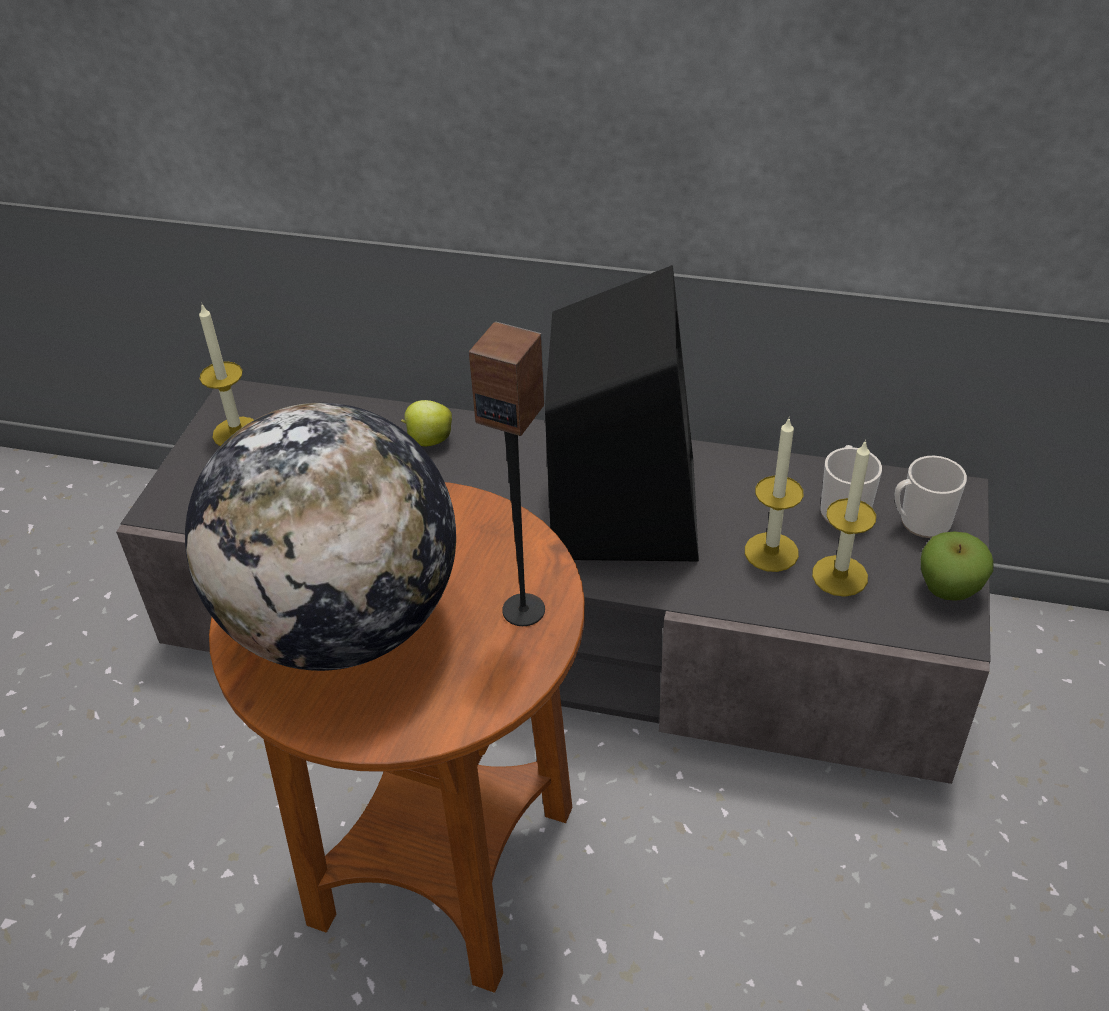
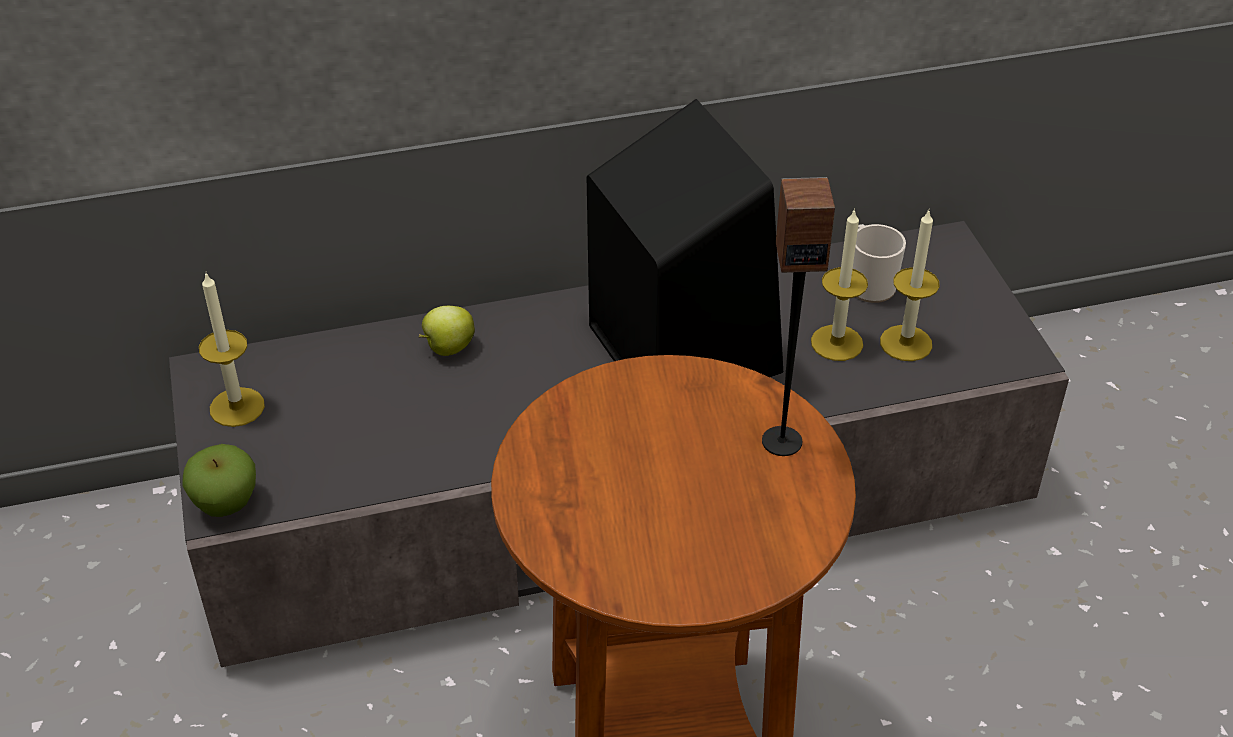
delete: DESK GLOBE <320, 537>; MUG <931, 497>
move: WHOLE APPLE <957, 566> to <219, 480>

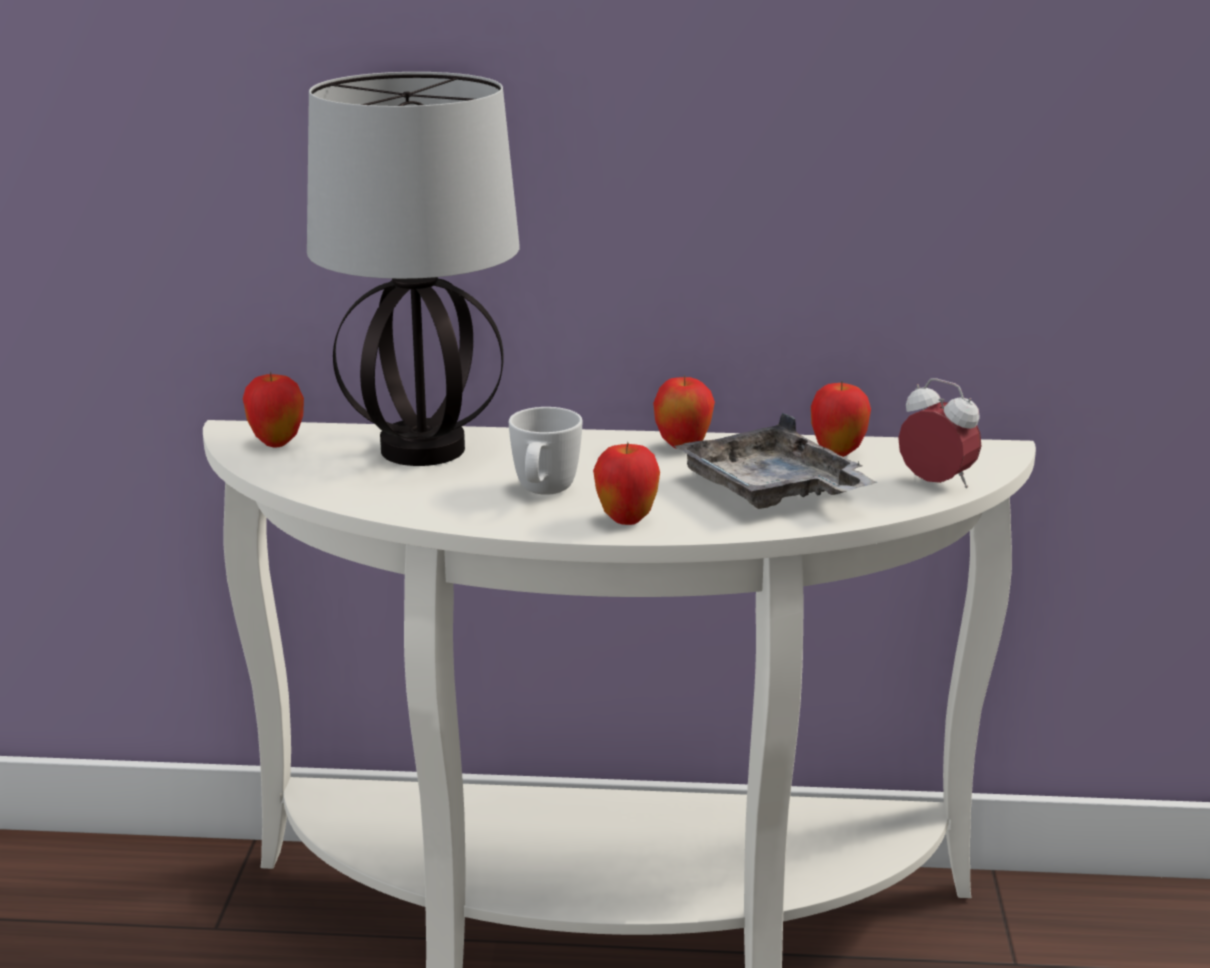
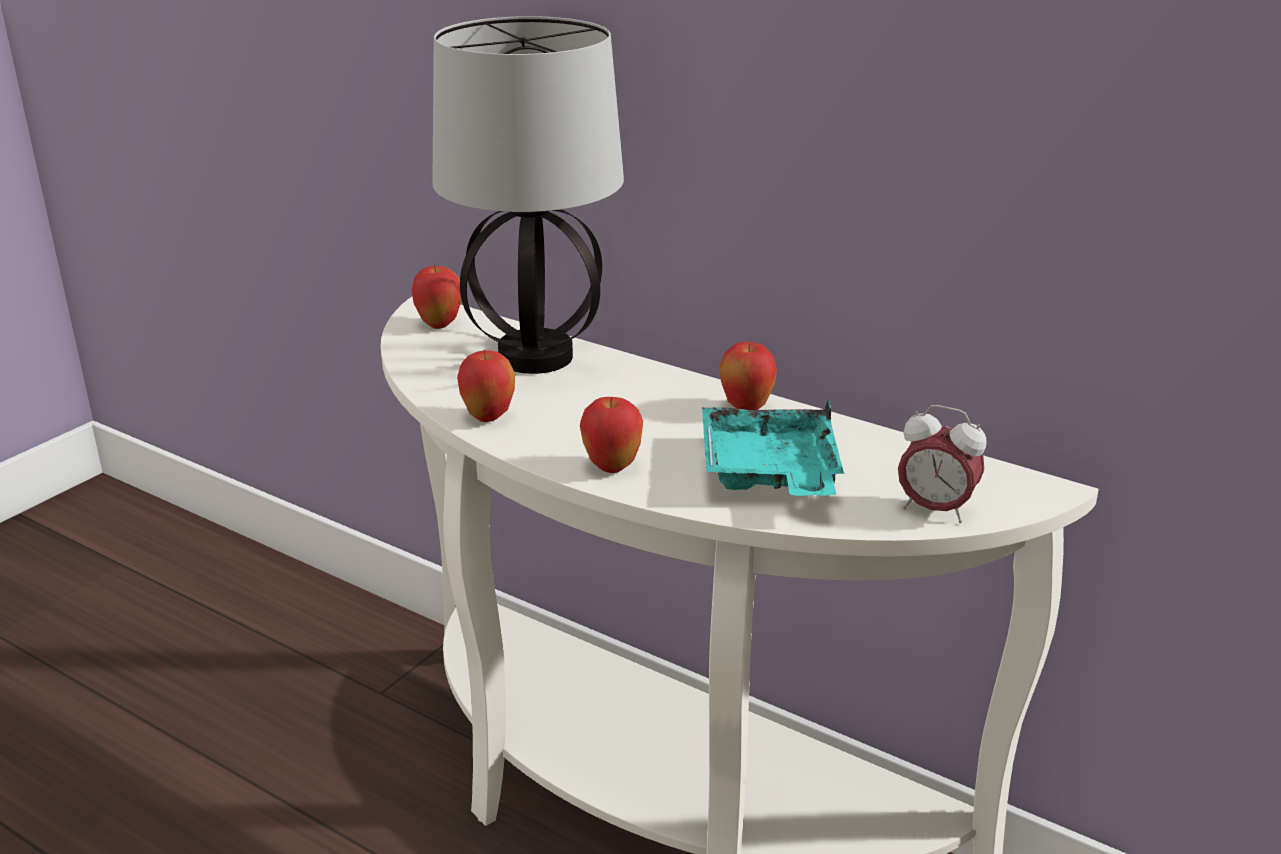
delete: WHITE-COLOURED MUG <546, 451>
move: WHOLE APPLE <841, 418> to <486, 386>
recolor: GREY CARRYING TRAY <775, 461> to BLUE-GREEN CARRYING TRAY <773, 447>
rotate: TABLE CLOCK <939, 433> = <942, 464> 135 degrees clockwise

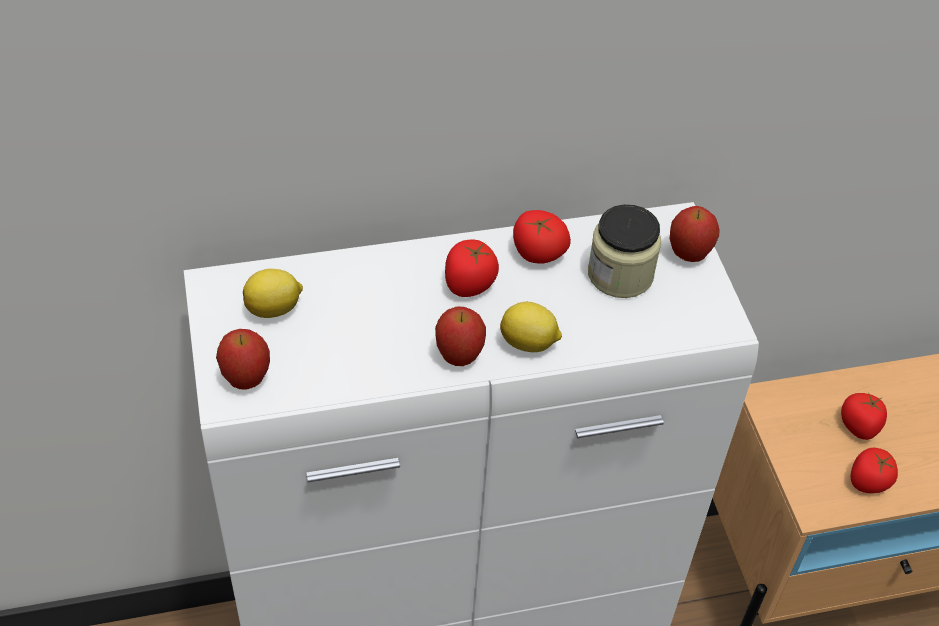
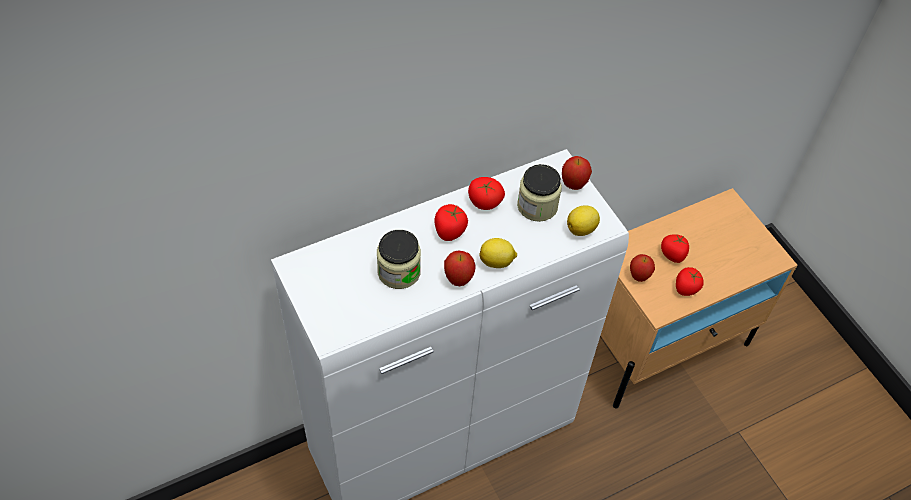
insert: PRESERVE JAR <399, 259>
move: LEMON <273, 293> to <583, 220>; WHOLE APPLE <243, 359> to <642, 268>

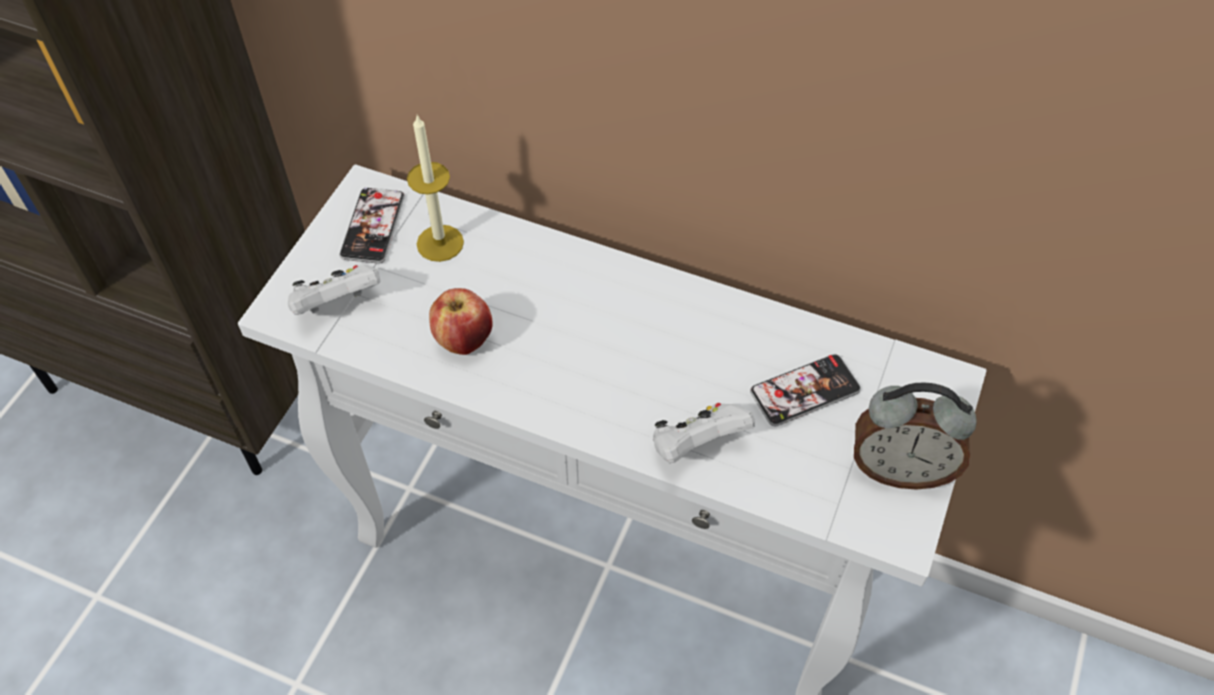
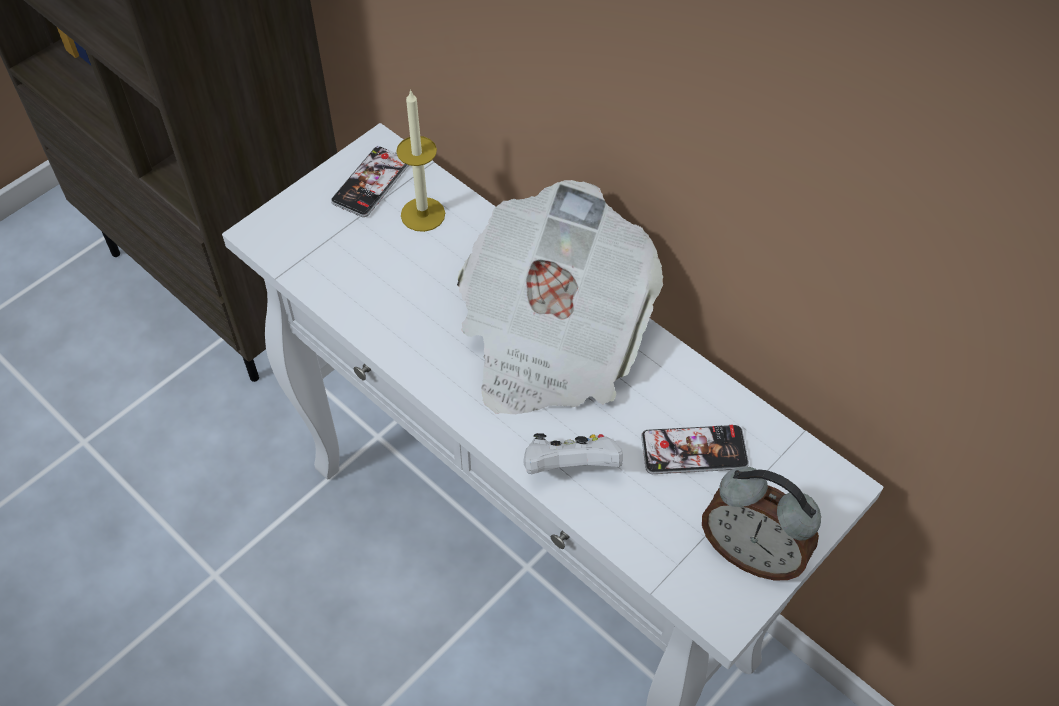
delete: WHITE-COLOURED GAME CONTROLLER <334, 290>; WHOLE APPLE <461, 321>
insert: PRINTED PAPER <560, 297>

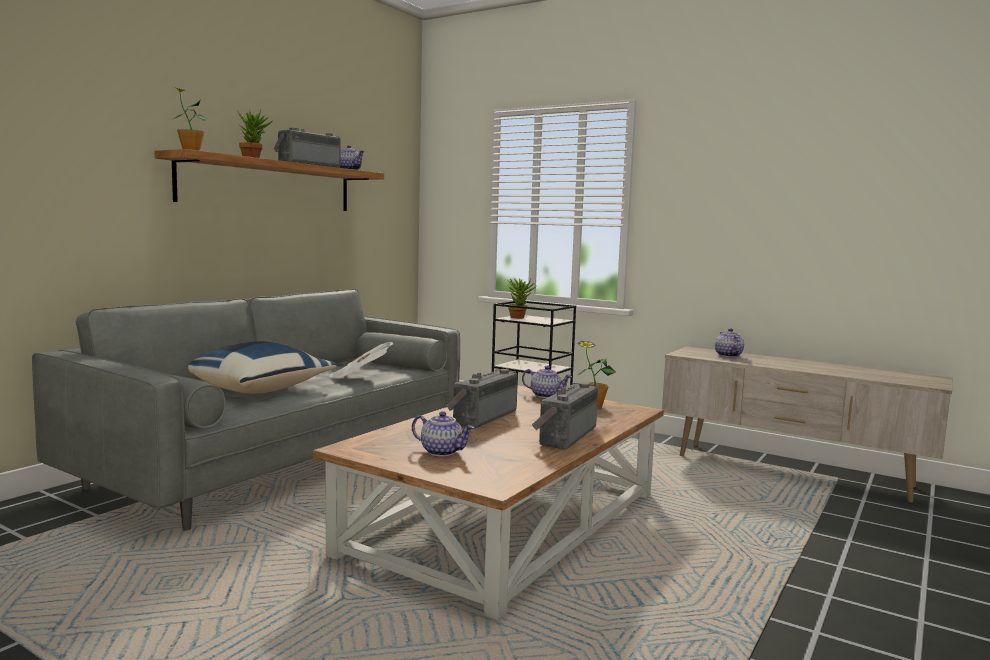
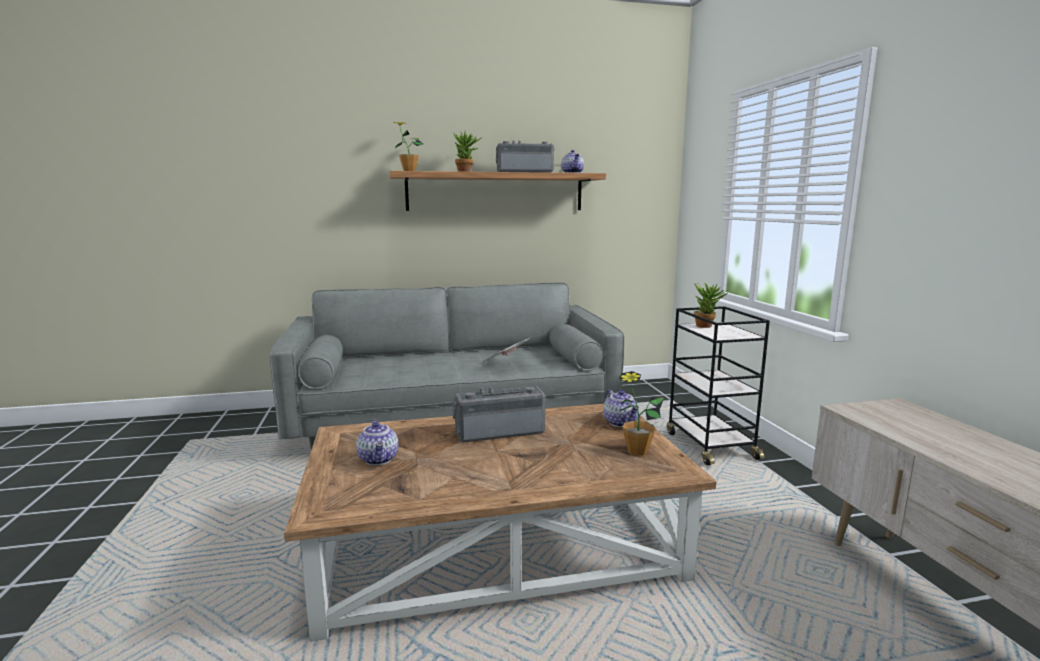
delete: BLUISH CUSHION <262, 367>; RADIO RECEIVER <565, 415>; TEA POT <729, 342>

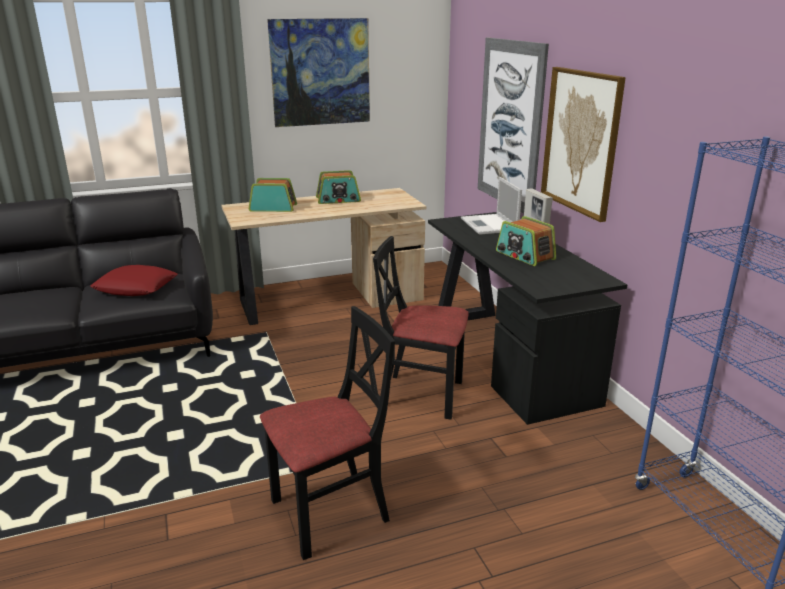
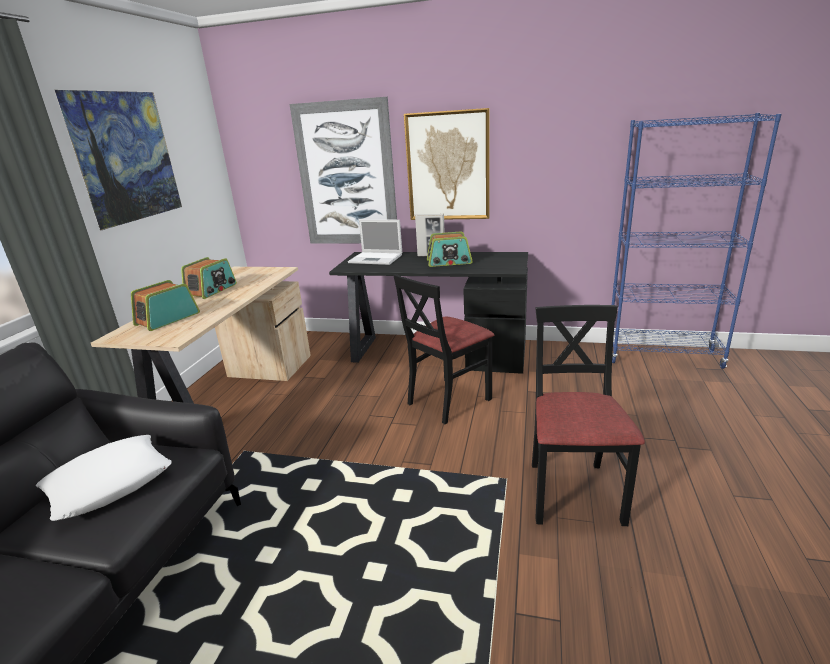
recolor: RED CUSHION <134, 280> to WHITE-COLOURED CUSHION <104, 478>

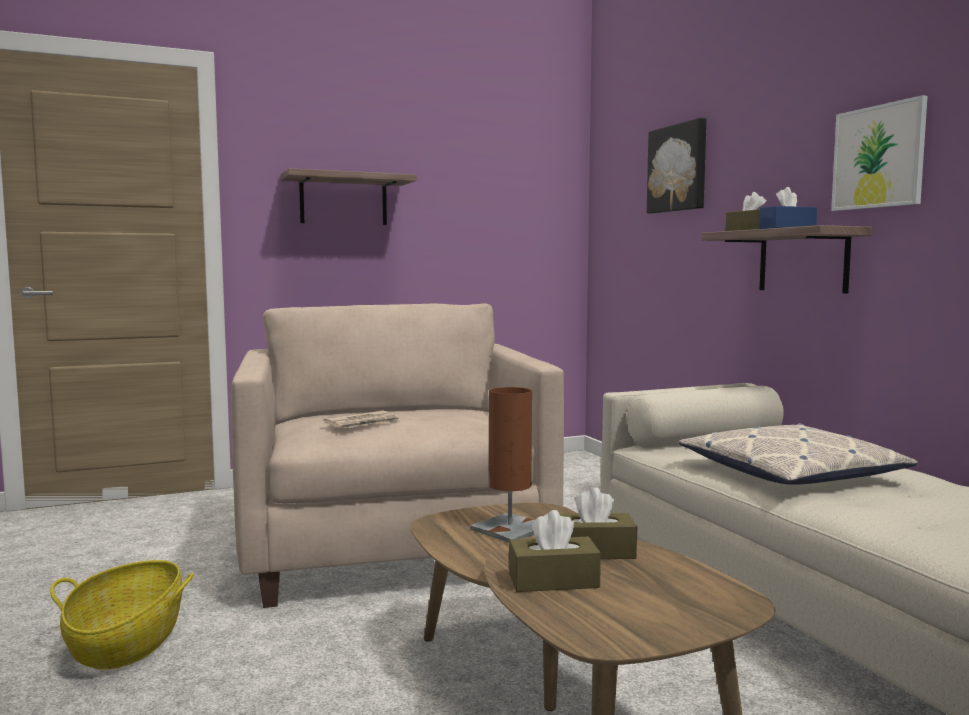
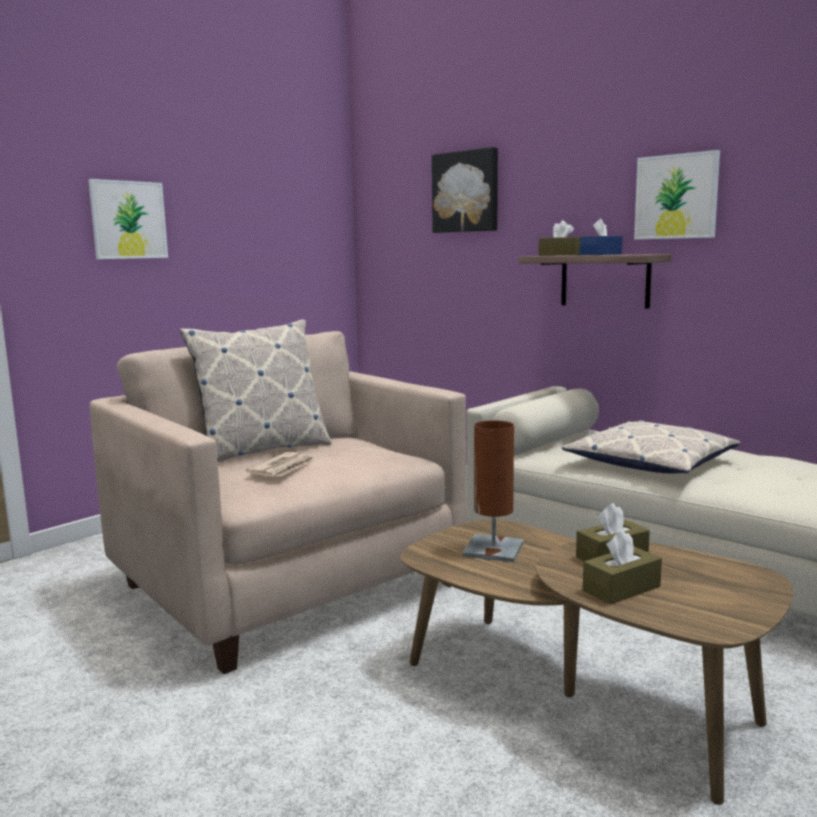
delete: BASKET <122, 615>
insert: CUSHION <255, 390>
replace: SHELF <349, 196> to WALL PICTURE <128, 219>

